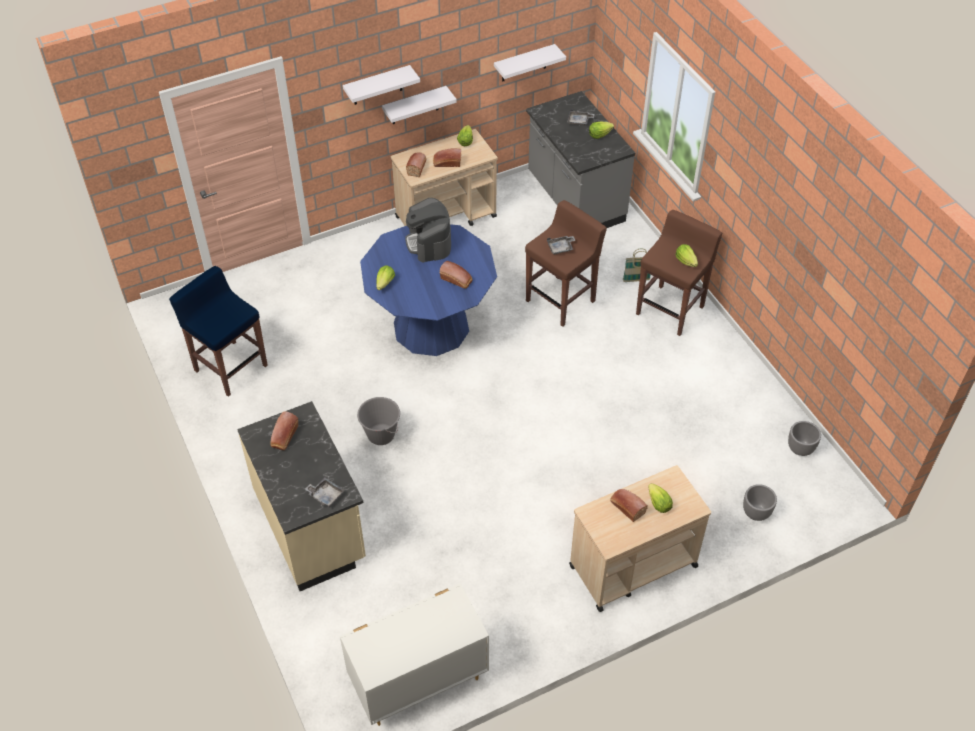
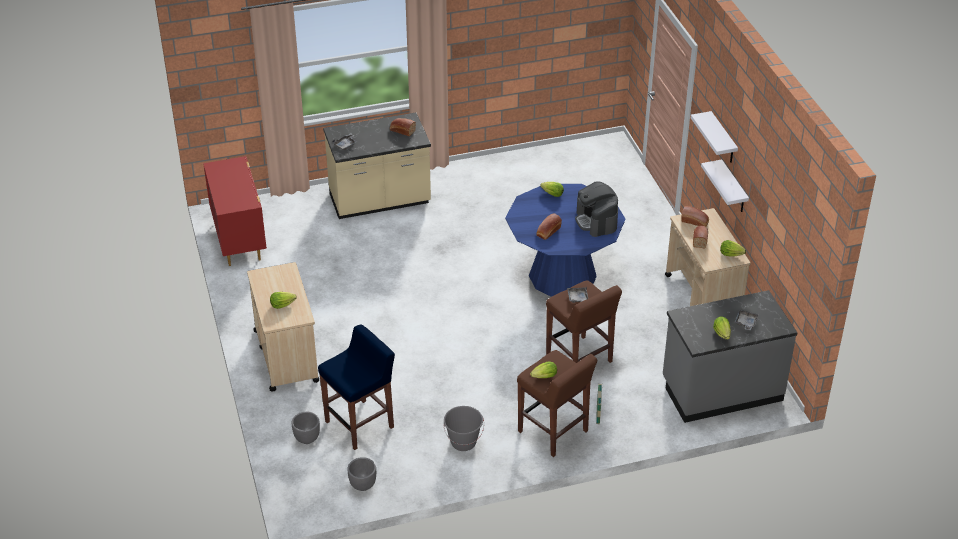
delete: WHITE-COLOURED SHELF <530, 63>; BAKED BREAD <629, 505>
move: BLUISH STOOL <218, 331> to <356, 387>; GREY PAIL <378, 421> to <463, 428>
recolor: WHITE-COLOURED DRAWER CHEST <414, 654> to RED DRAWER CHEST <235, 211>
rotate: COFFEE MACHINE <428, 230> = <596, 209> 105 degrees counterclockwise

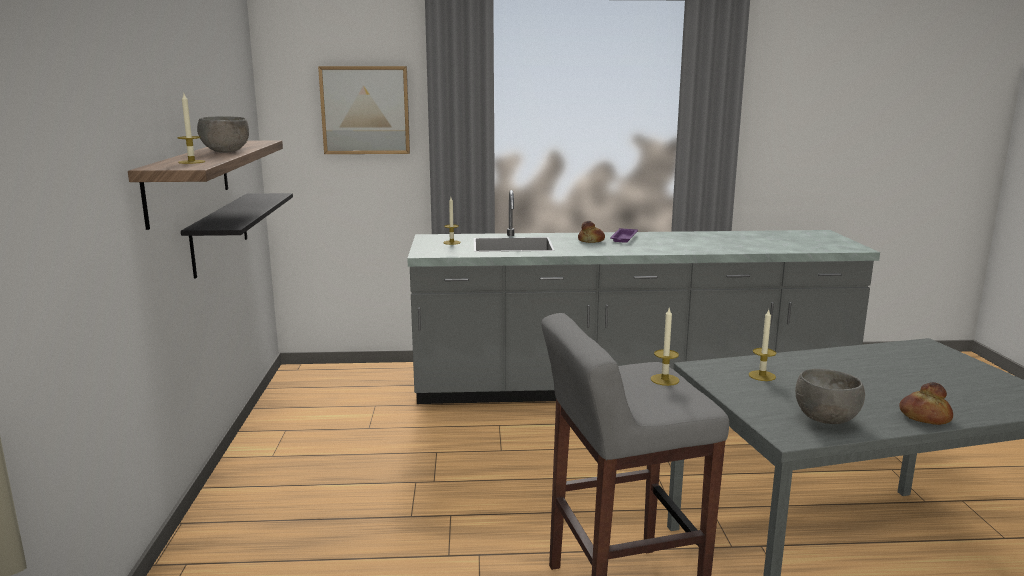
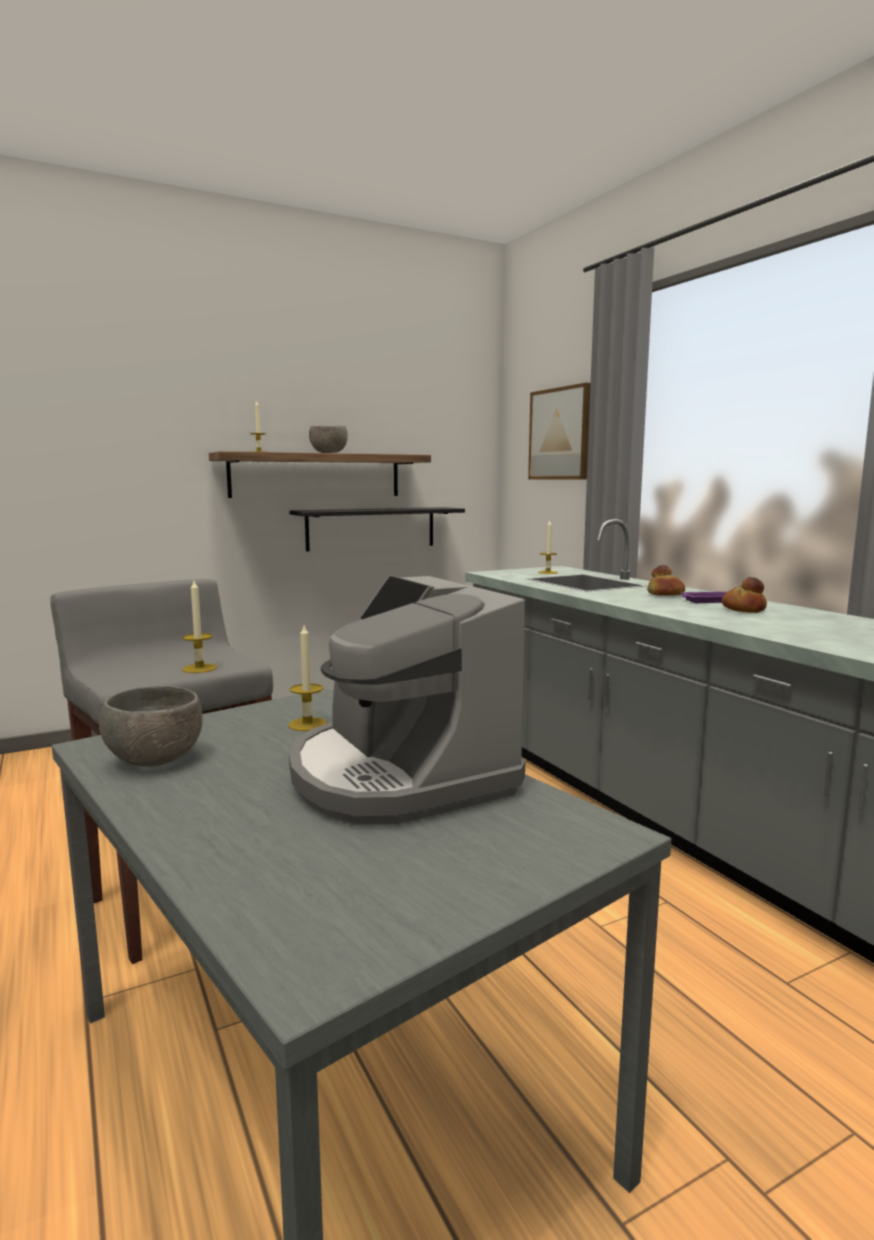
insert: COFFEE MACHINE <407, 700>
move: BAKED BREAD <926, 403> to <744, 595>

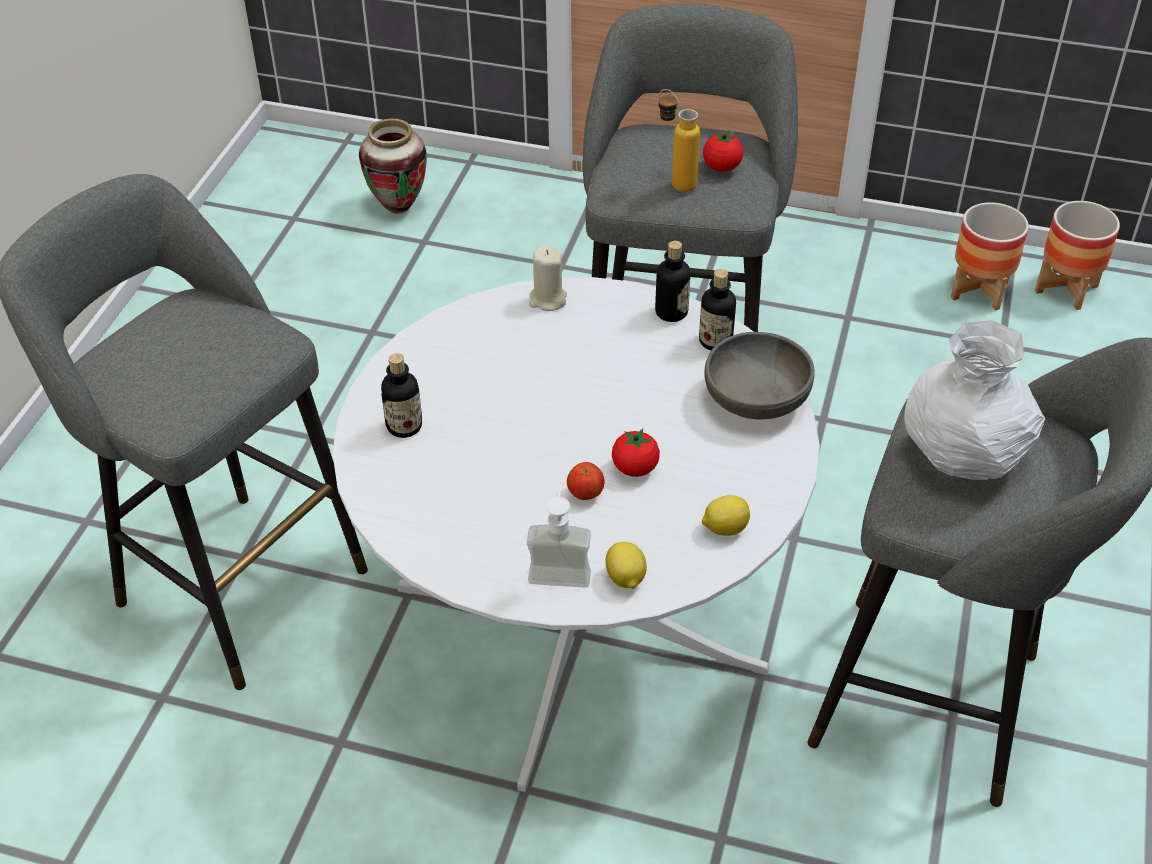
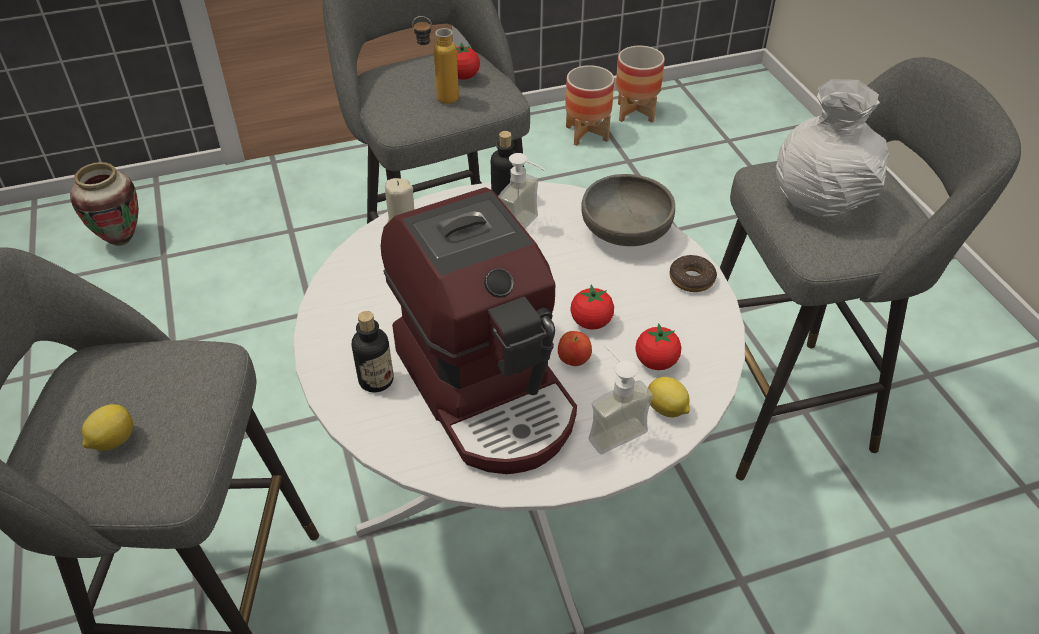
delete: BOTTLE <717, 309>
insert: COFFEE MACHINE <479, 330>; LIQUID SOAP BOTTLE <521, 191>; WHOLE TOMATO <658, 346>; DOUGHNUT <693, 273>
move: LEMON <726, 515> to <107, 427>

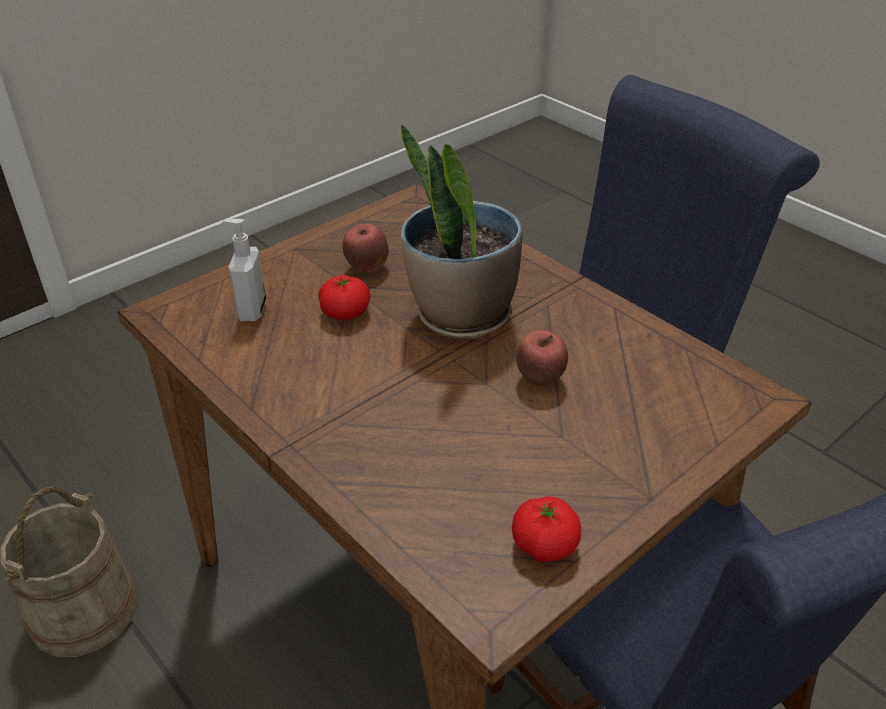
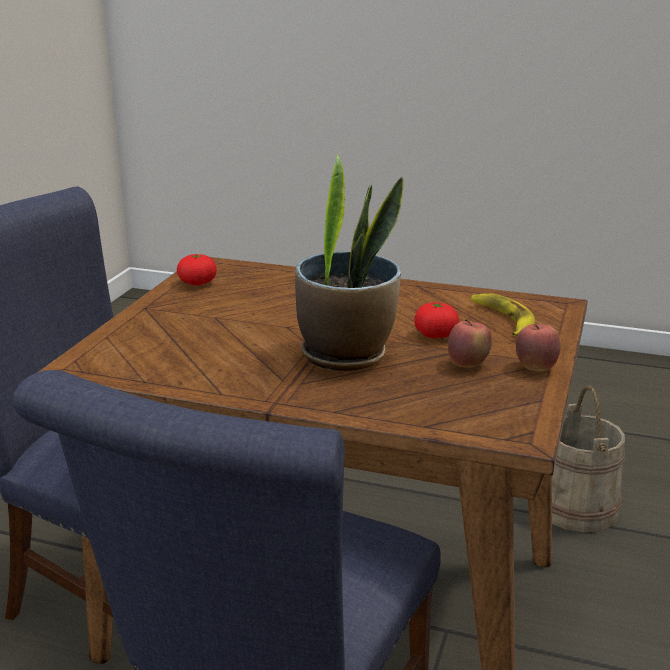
move: WHOLE APPLE <542, 358> to <538, 347>
replace: LIQUID SOAP BOTTLE <244, 270> to WHOLE BANANA <503, 314>

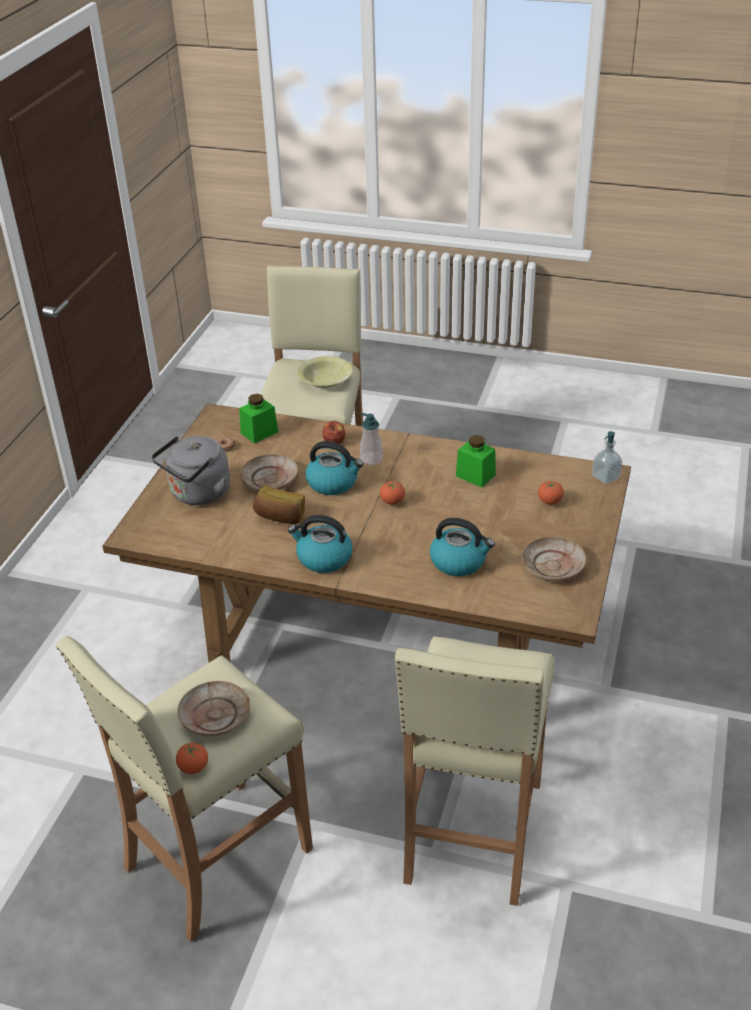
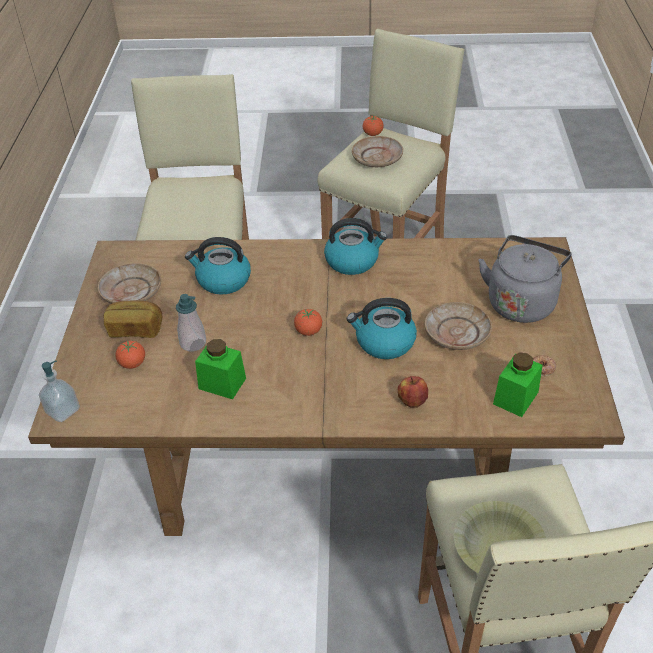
move: BAKED BREAD <279, 505> to <133, 319>; LIQUID SOAP BOTTLE <371, 439> to <191, 323>

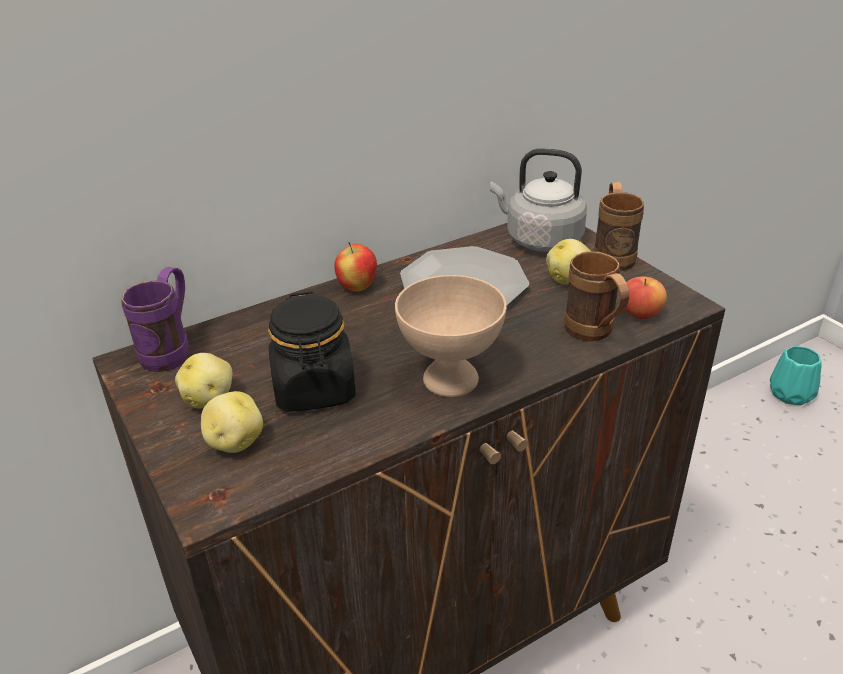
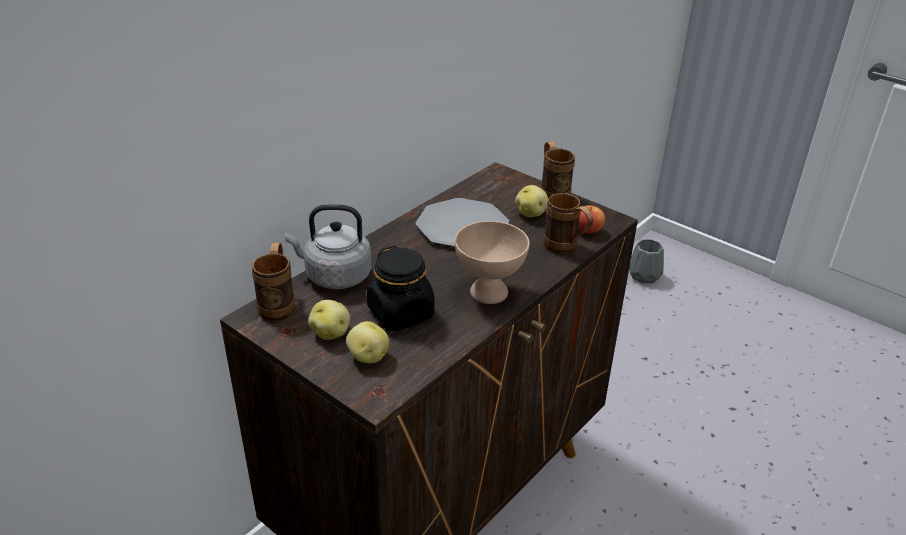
delete: WHOLE APPLE <355, 266>
move: GREY WATER KETTLE <538, 200> to <328, 246>
recolor: PURPLE MUG <155, 319> to BROWNISH MUG <273, 281>; BLUE-GREEN VASE <796, 375> to GREY VASE <646, 261>

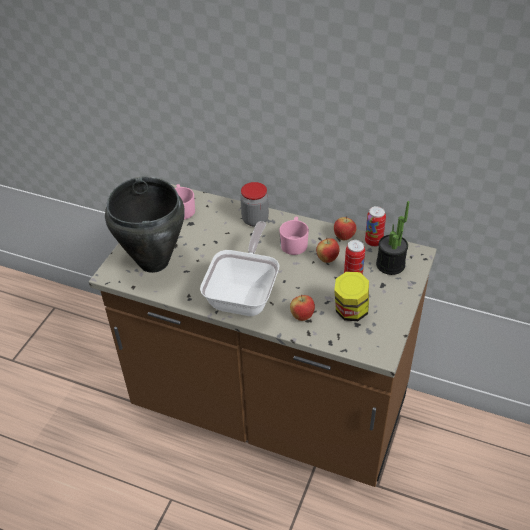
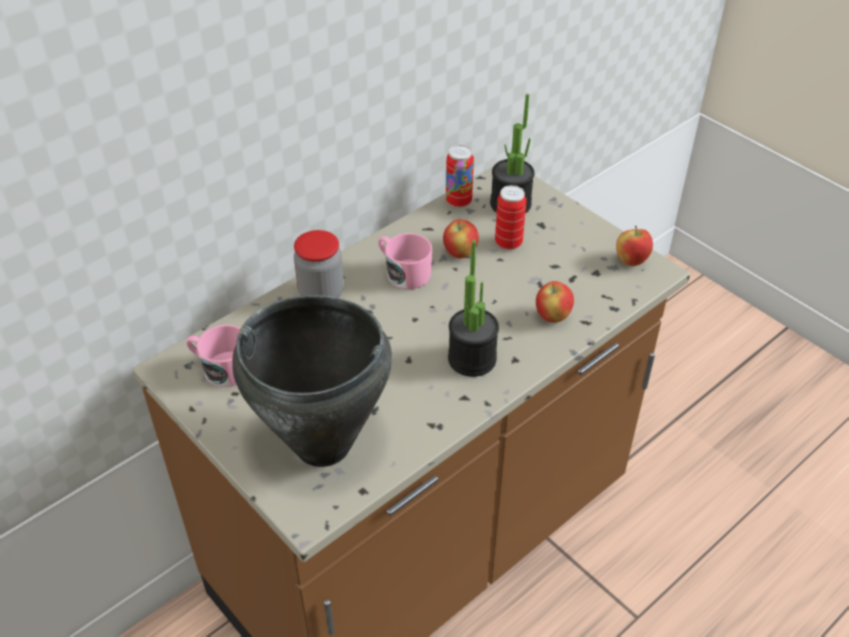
delete: PRESERVE JAR <351, 296>
move: WHOLE APPLE <345, 228> to <634, 246>
replace: FRYING PAN <239, 268> to HOUSEPLANT <473, 308>

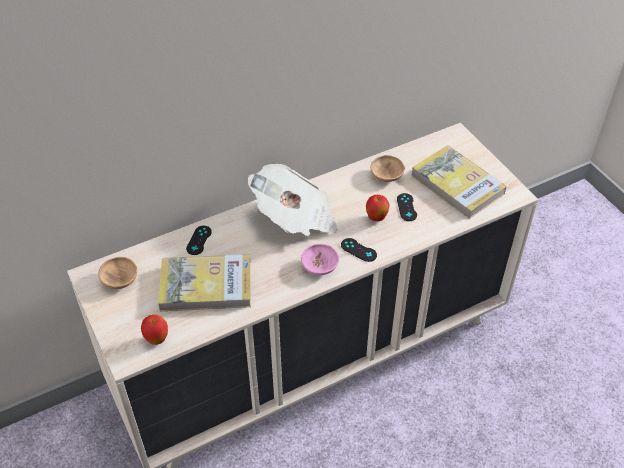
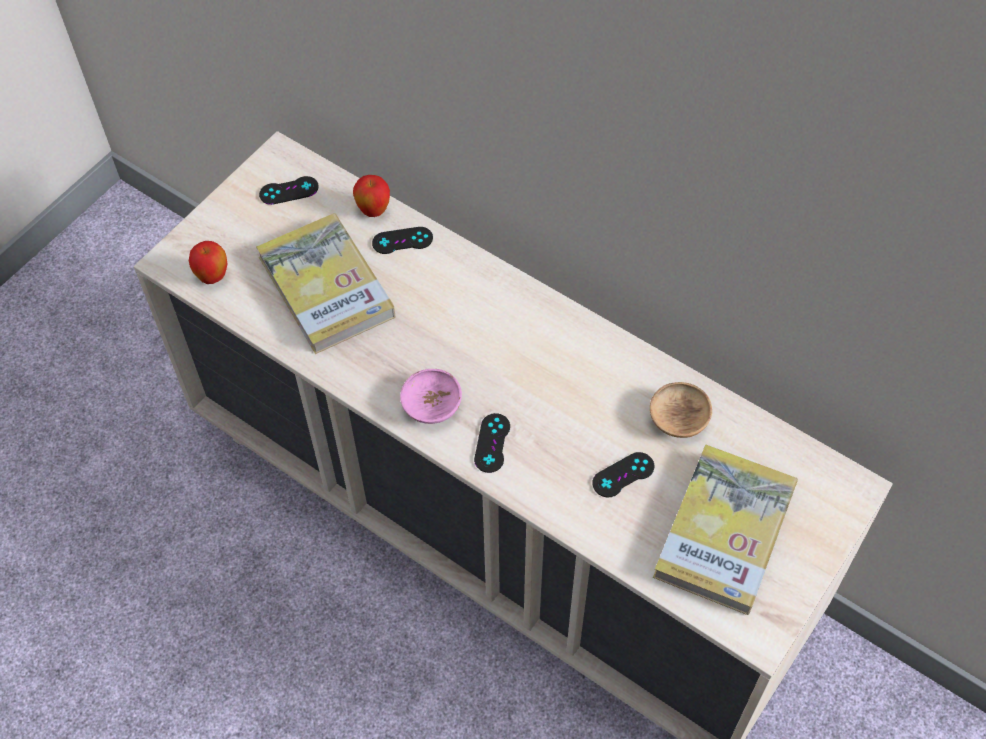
delete: PRINTED PAPER <293, 200>
move: WHOLE APPLE <378, 208> to <371, 196>
replace: BROWNISH SERVING BOWL <117, 273> to BLACK-COLOURED GAME CONTROLLER <289, 190>

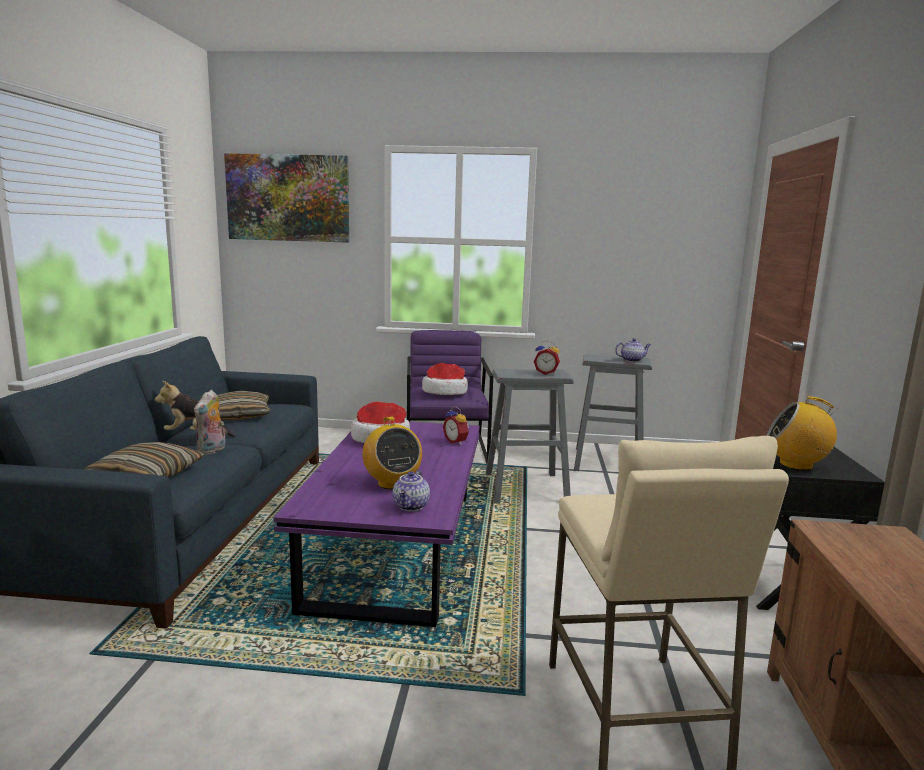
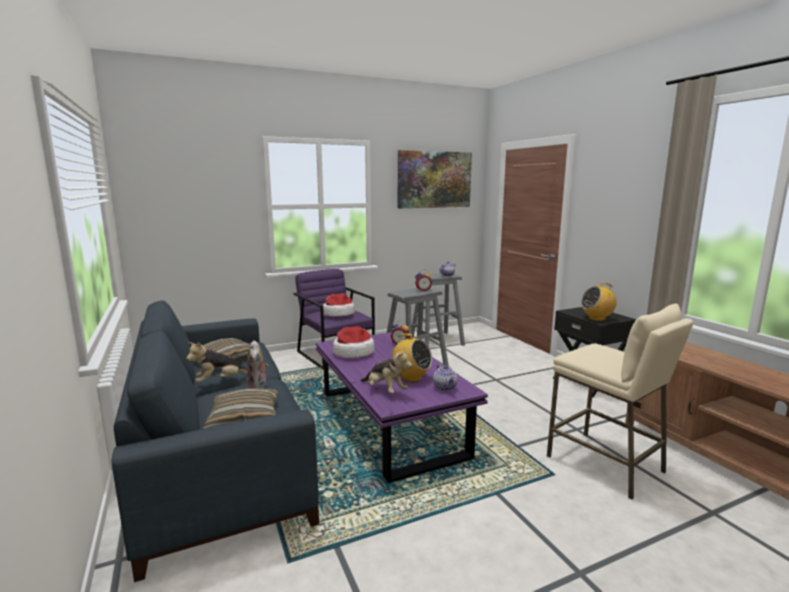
insert: CUDDLY TOY <386, 369>
move: WALL PICTURE <286, 198> to <435, 179>

